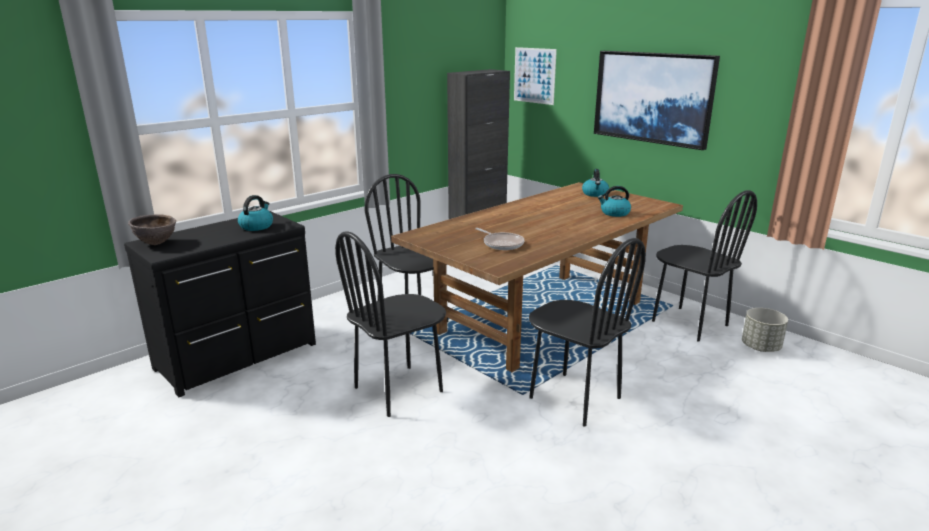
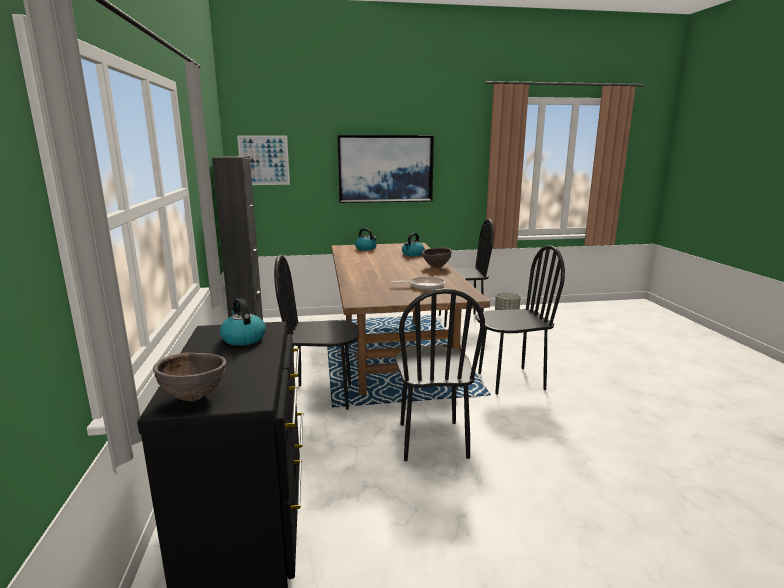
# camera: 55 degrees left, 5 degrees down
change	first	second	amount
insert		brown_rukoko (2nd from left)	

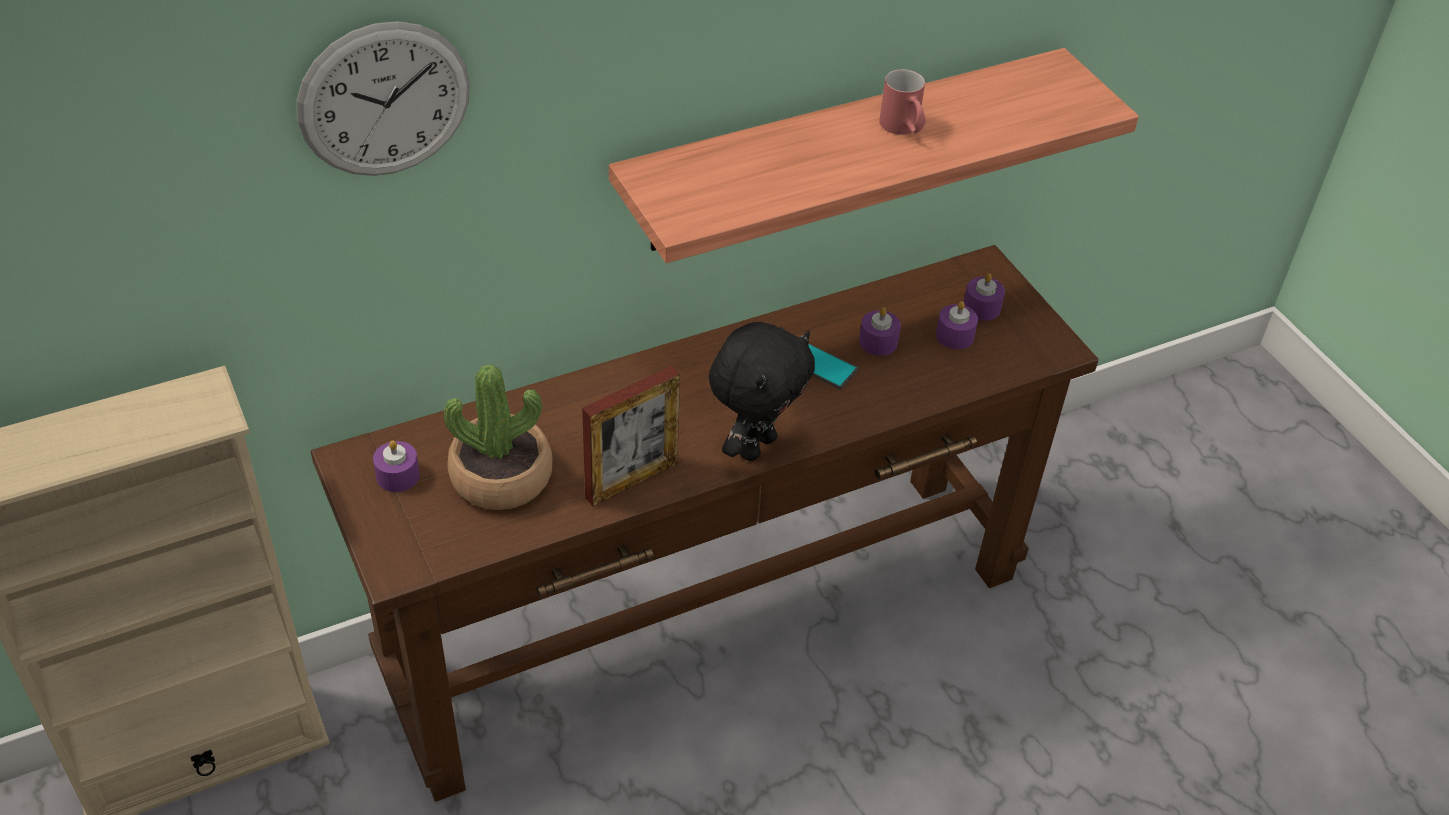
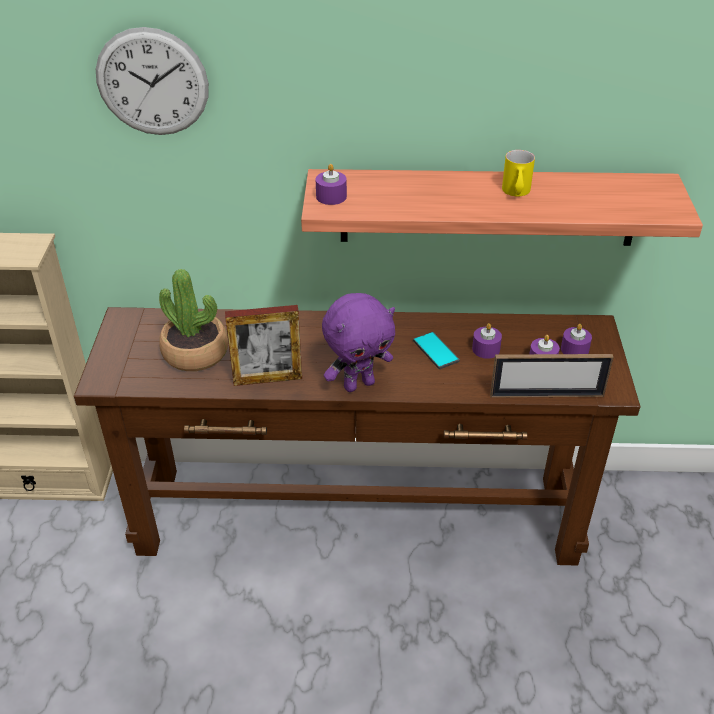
# camera: 30 degrees right, 5 degrees down
change	first	second	amount
recolor	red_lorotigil	yellow_lorotigil	
recolor	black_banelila	purple_banelila	
move	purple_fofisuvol (1st from left)		
insert		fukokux (2nd from left)	

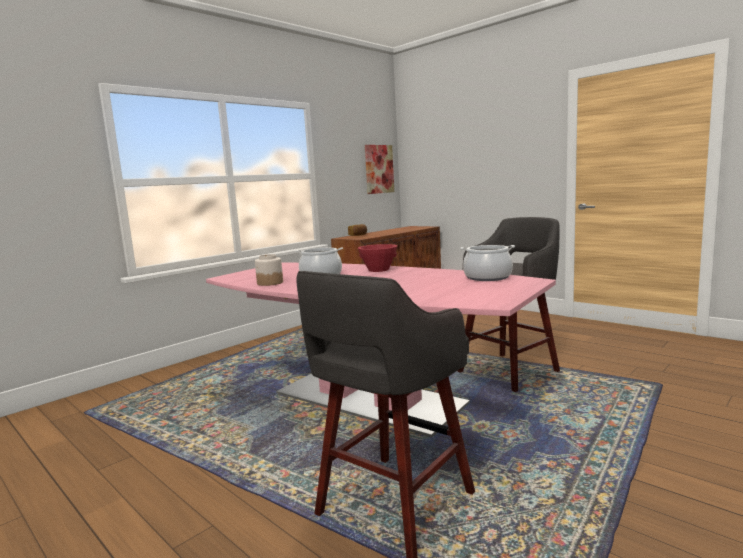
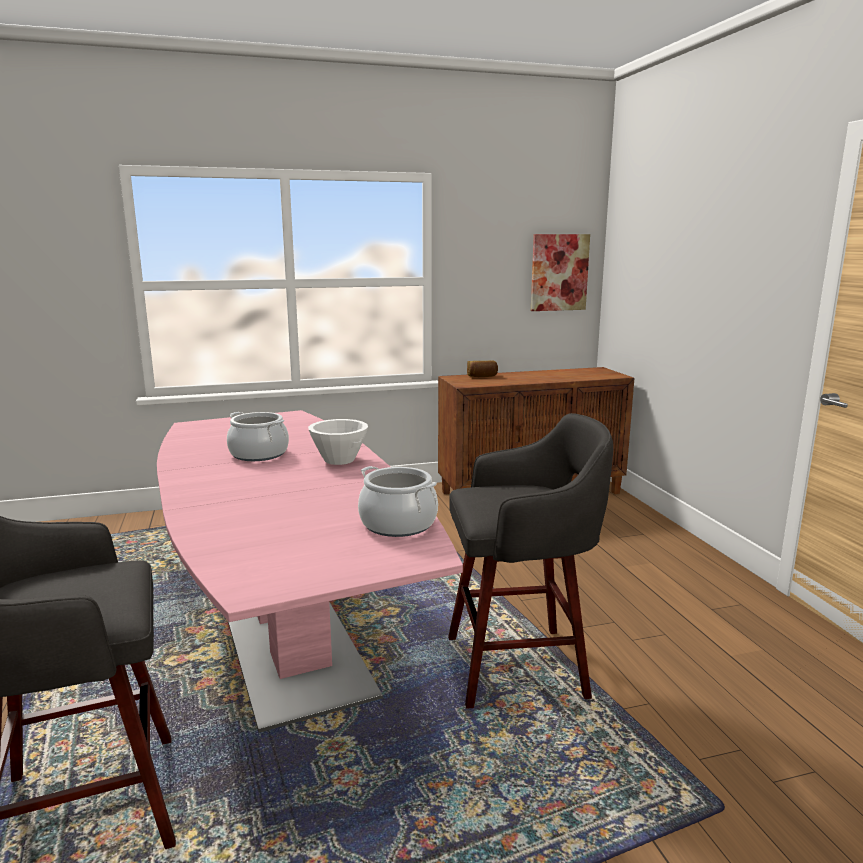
# camera: 30 degrees right, 5 degrees up
change	first	second	amount
recolor	red_rukoko	white_rukoko	
delete	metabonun		

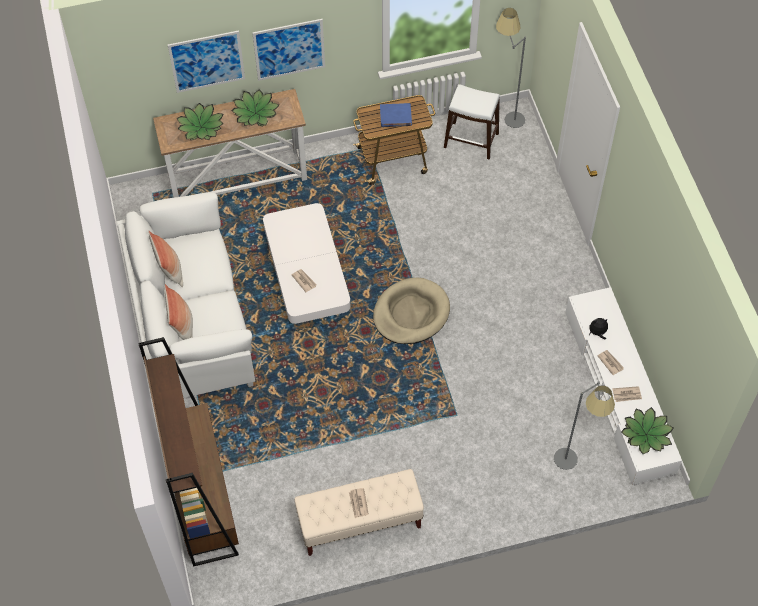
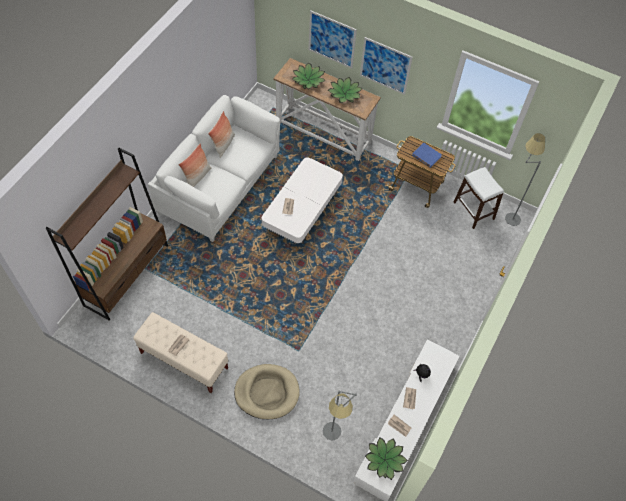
# camera: 40 degrees right, 0 degrees up
change	first	second	amount
move	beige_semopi		

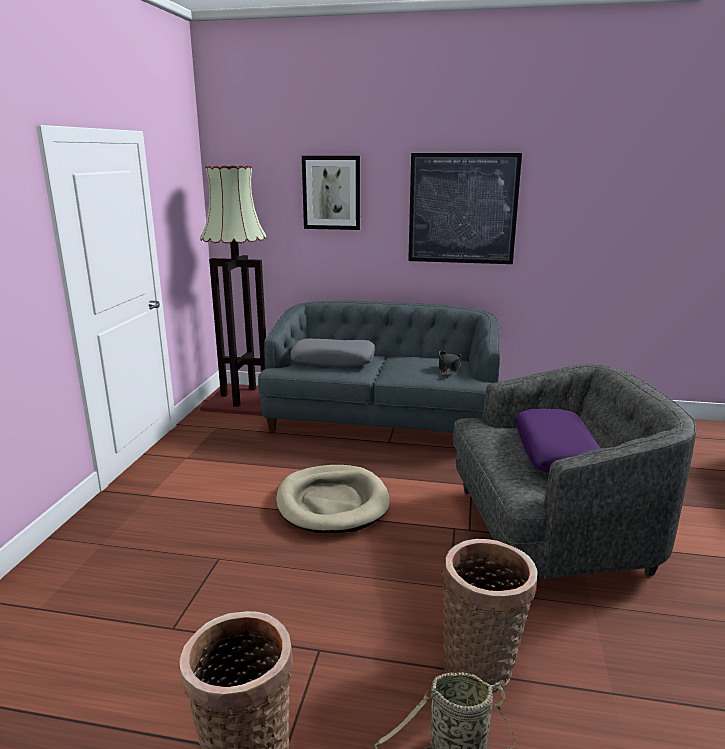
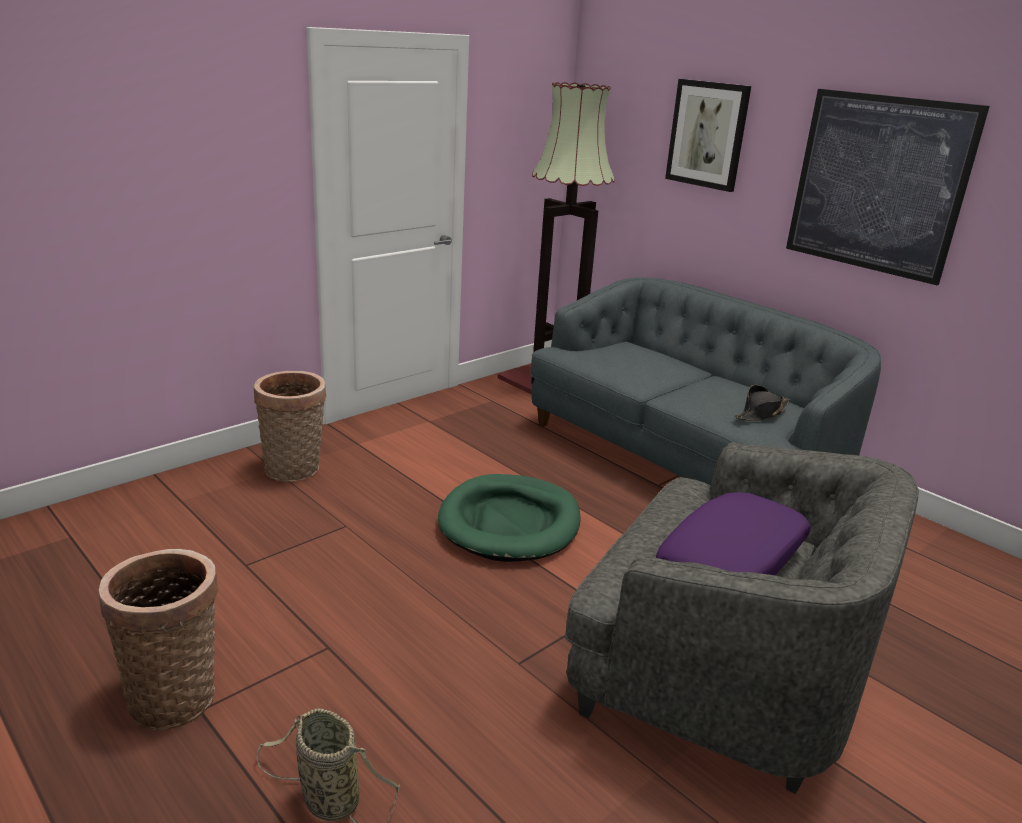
# camera: 35 degrees right, 5 degrees up
change	first	second	amount
delete	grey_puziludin		
recolor	beige_semopi	green_semopi	
move	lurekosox (3rd from left in the first image)	lurekosox (2nd from left)	

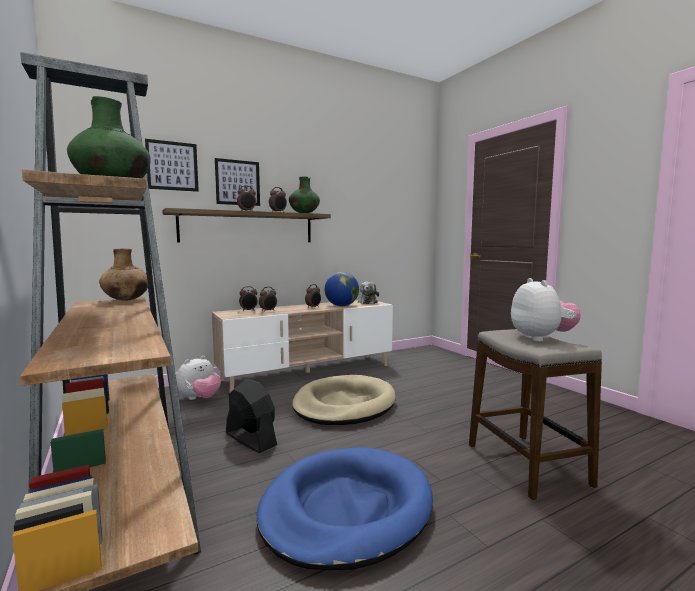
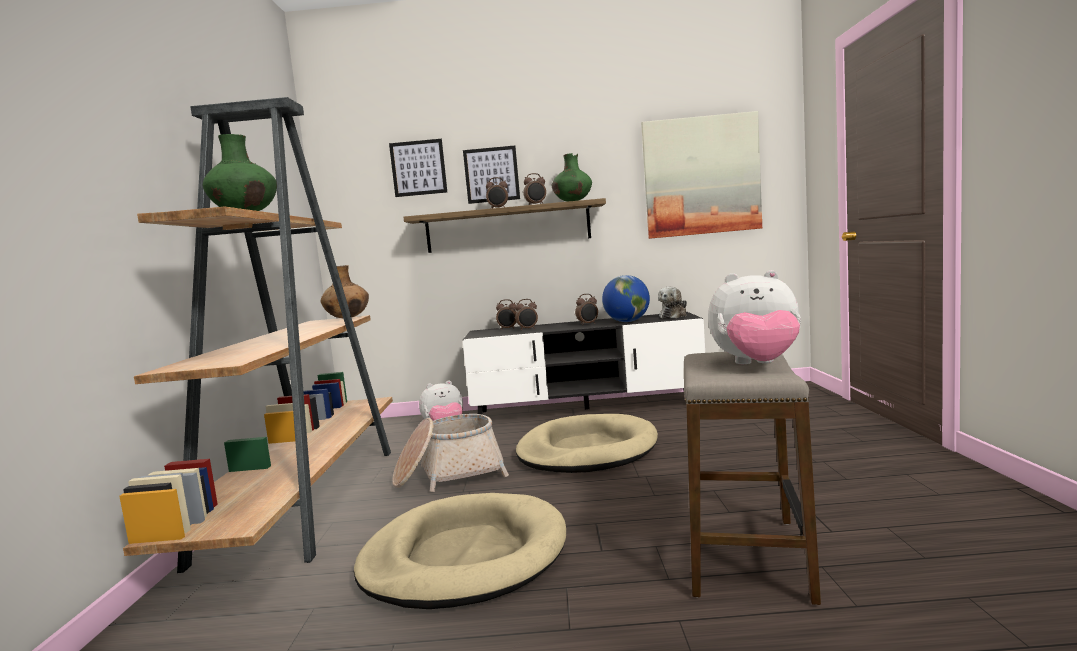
# camera: 30 degrees right, 0 degrees up
change	first	second	amount
rotate	banelila (3rd from left)		75 degrees clockwise
recolor	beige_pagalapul	black_pagalapul	
replace	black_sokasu	lurekosox	
recolor	blue_semopi	beige_semopi (1st from left)	
insert		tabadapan (3rd from left)	

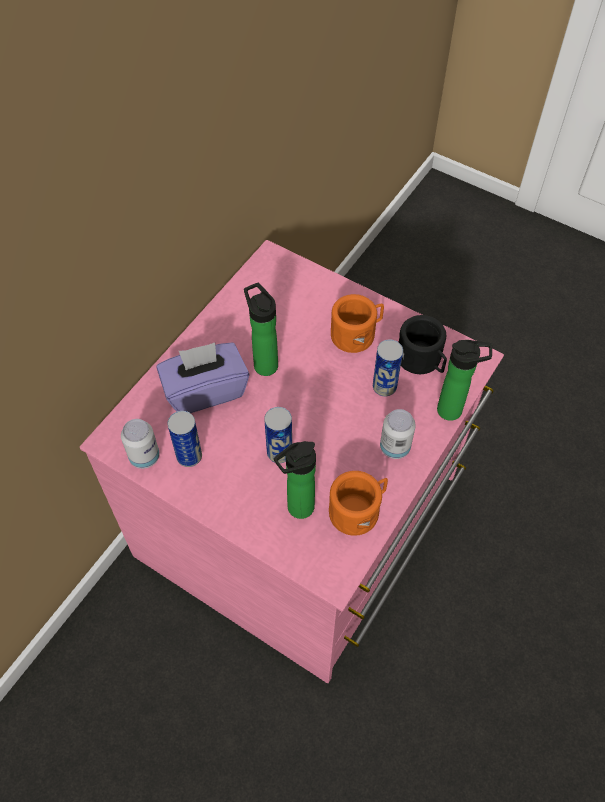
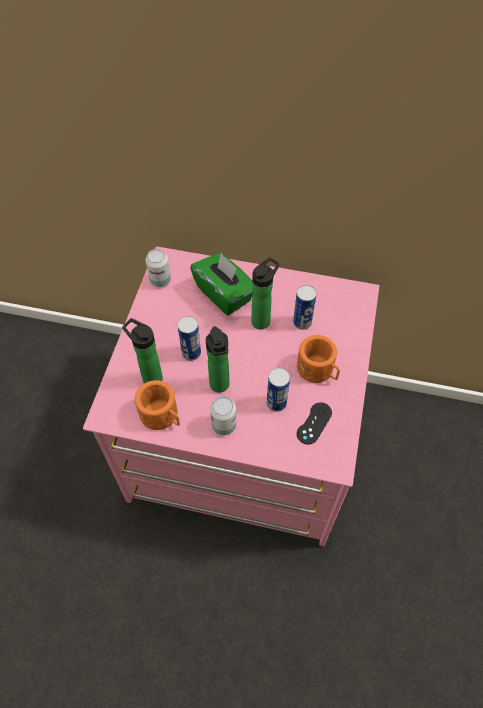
# camera: 70 degrees right, 0 degrees up
change	first	second	amount
replace	black_lorotigil	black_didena	
move	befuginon (3rd from left in the first image)	befuginon (2nd from left)	
recolor	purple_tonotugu	green_tonotugu	
move	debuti (2nd from left in the first image)	debuti (5th from left)	

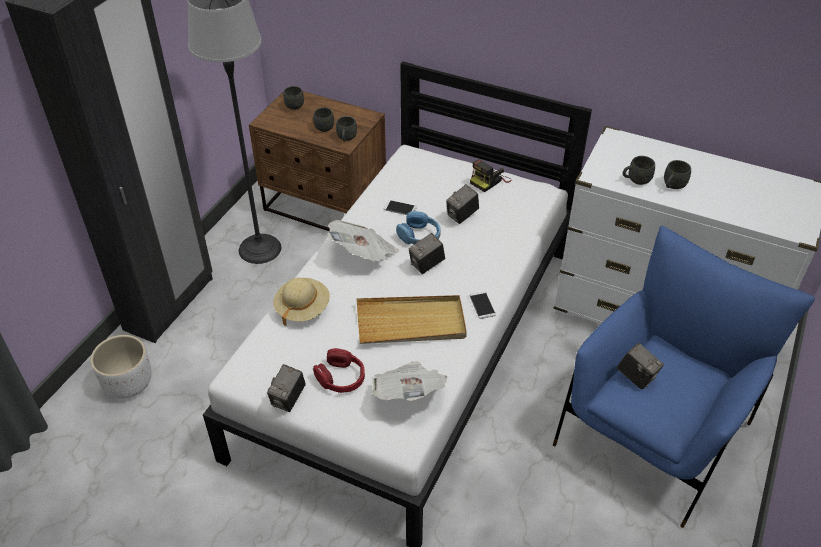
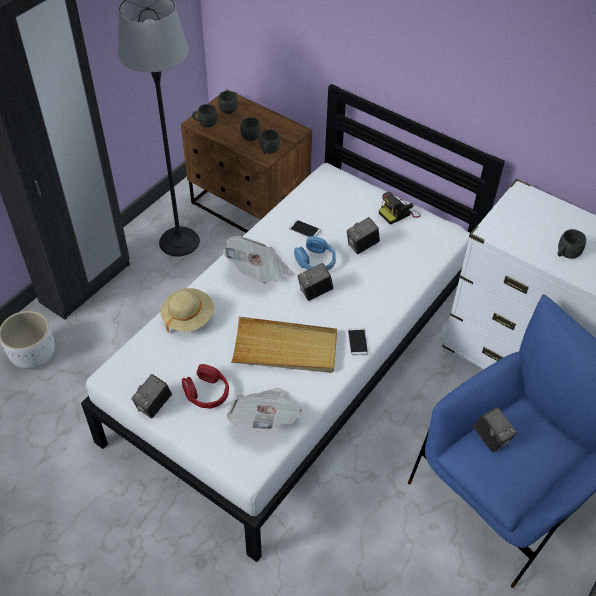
# camera: 10 degrees right, 5 degrees up
change	first	second	amount
move	grey_lorotigil (4th from left in the first image)	grey_lorotigil (1st from left)	

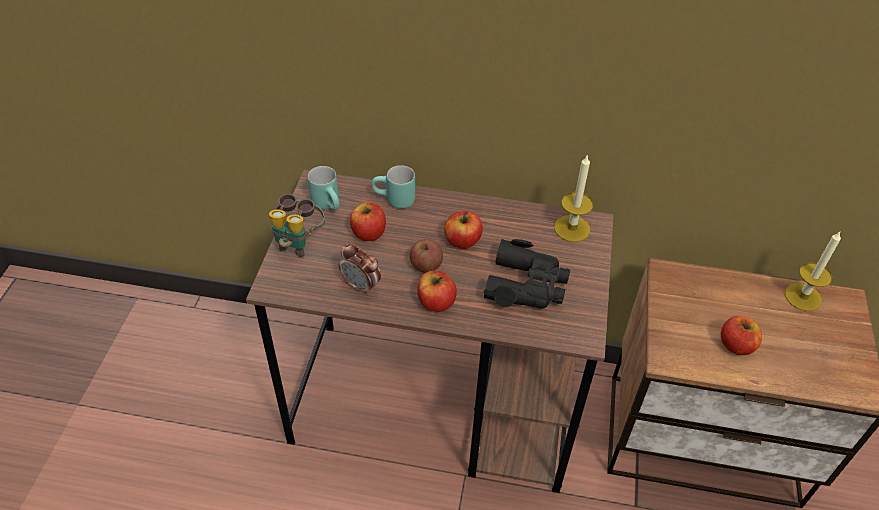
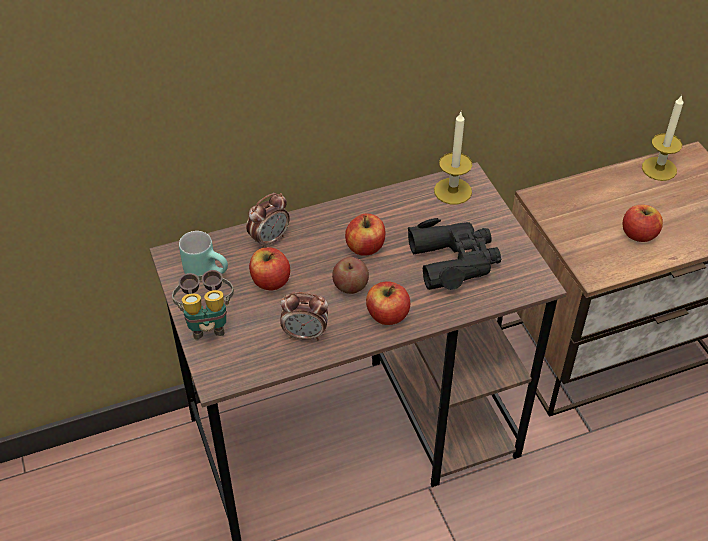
# camera: 30 degrees left, 0 degrees up
change	first	second	amount
replace	turquoise_lorotigil (2nd from left)	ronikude (1st from left)	

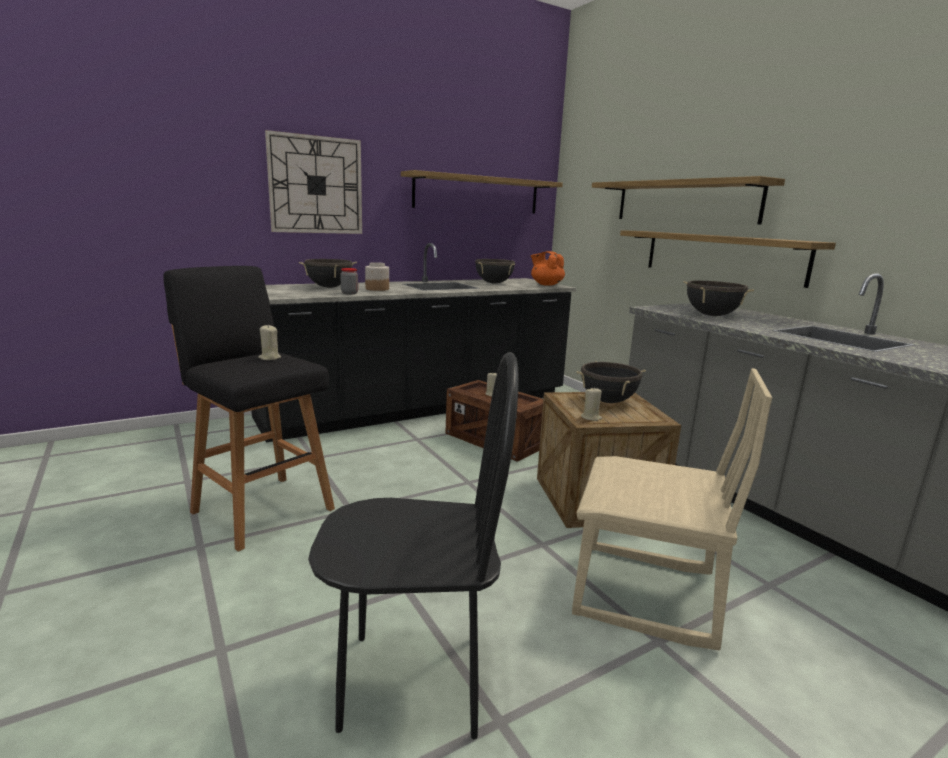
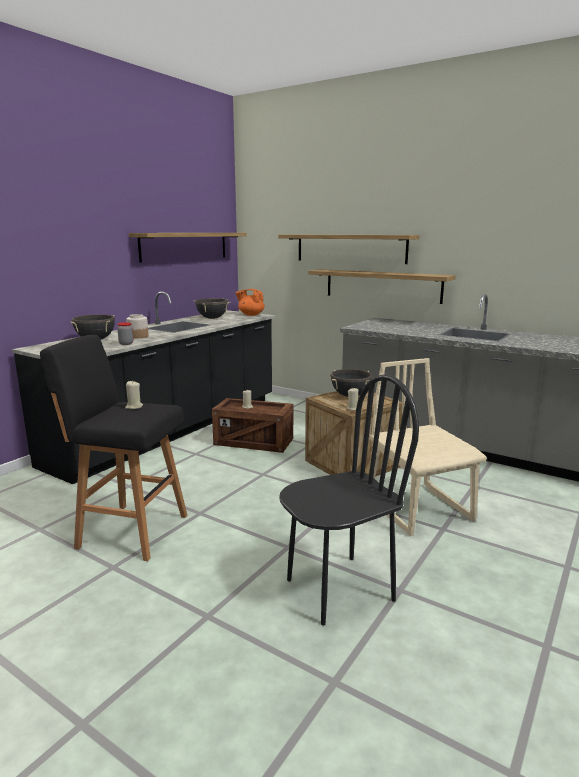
# camera: 25 degrees left, 0 degrees up
change	first	second	amount
delete	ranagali		
delete	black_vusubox (4th from left)		
rotate	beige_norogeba		105 degrees counterclockwise

